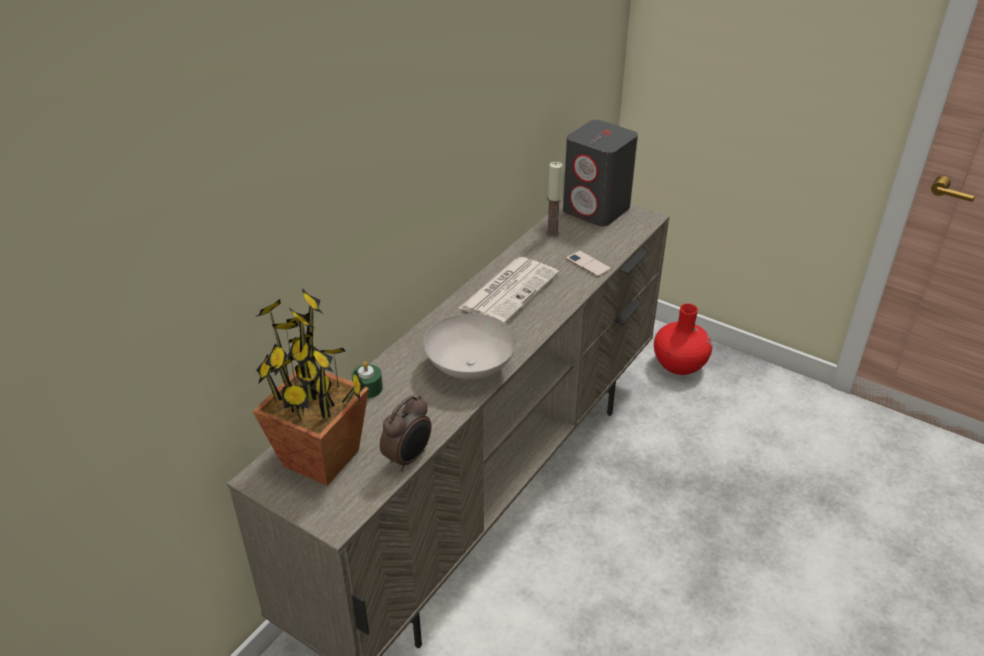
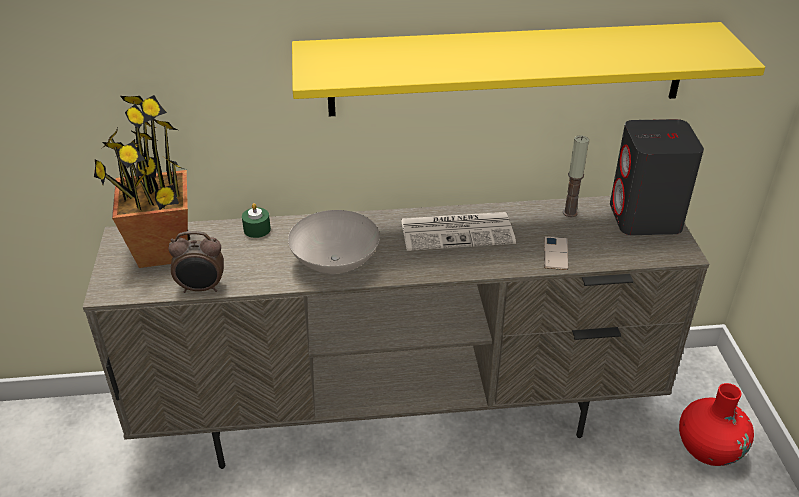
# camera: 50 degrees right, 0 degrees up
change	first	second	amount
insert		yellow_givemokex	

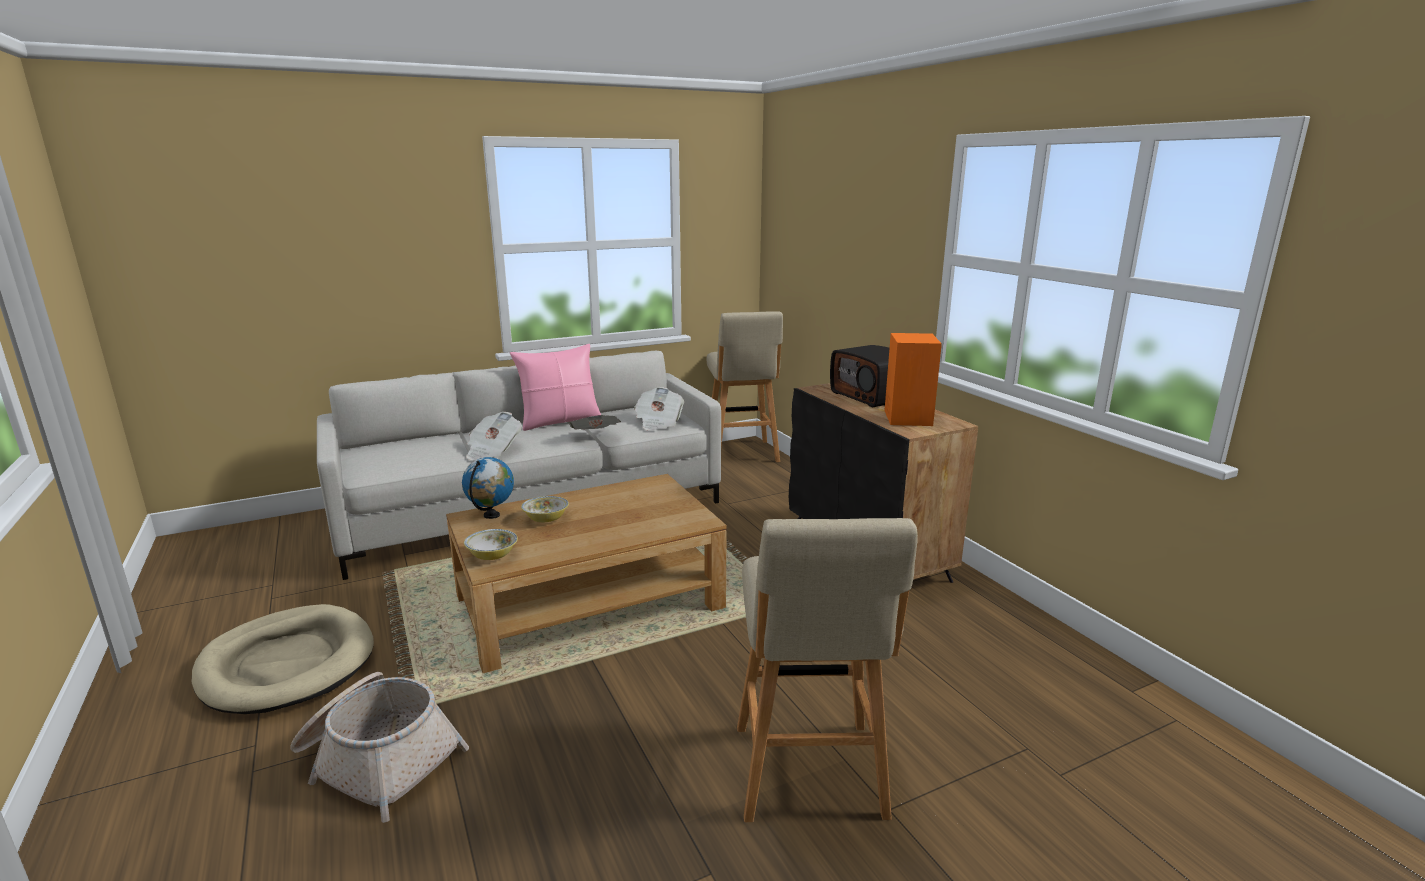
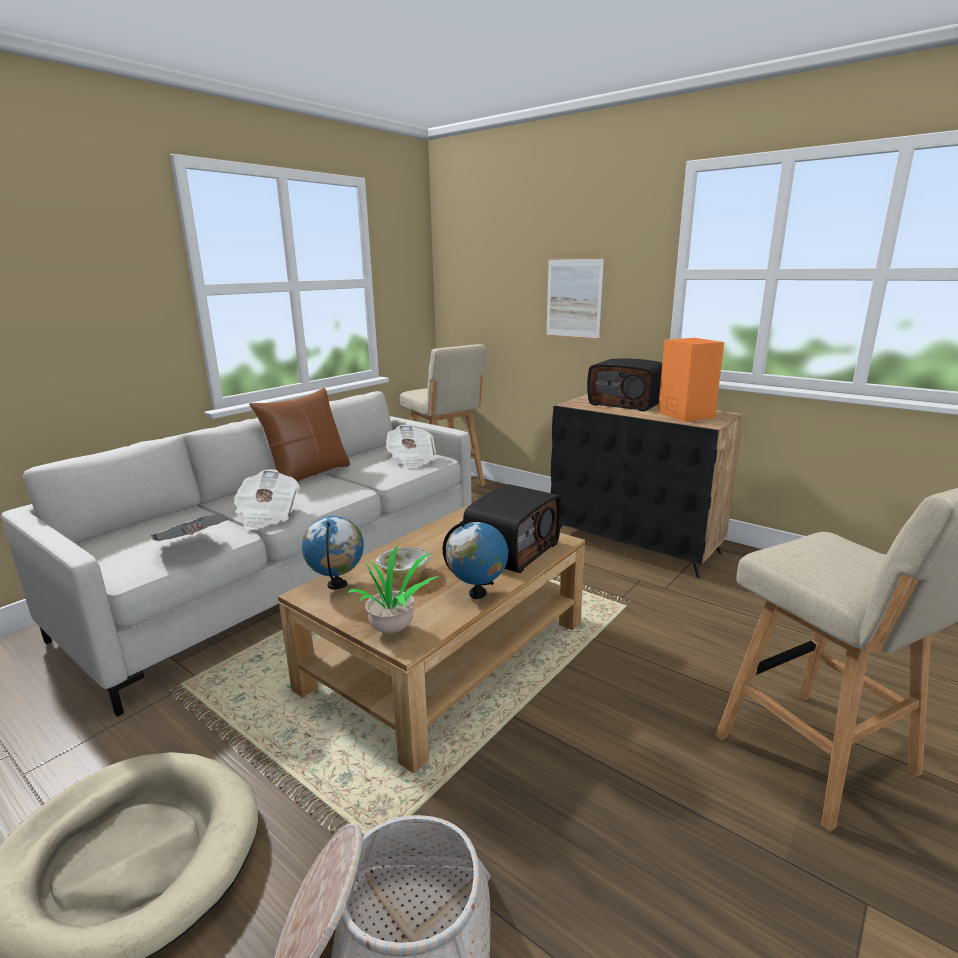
# camera: 25 degrees left, 0 degrees up
change	first	second	amount
recolor	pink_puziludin	brown_puziludin	
move	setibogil (2nd from left in the first image)	setibogil (1st from left)	
replace	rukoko (1st from left)	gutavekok	
insert		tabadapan	
insert		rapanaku (1st from left)	
insert		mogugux (2nd from left)	

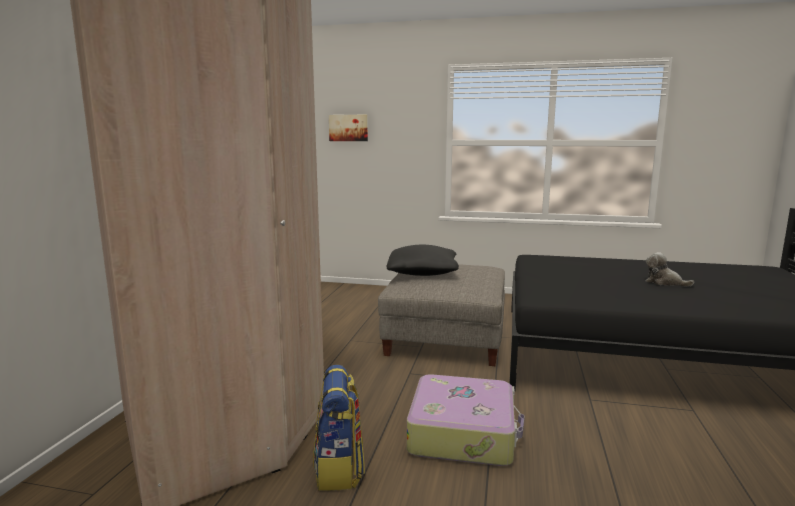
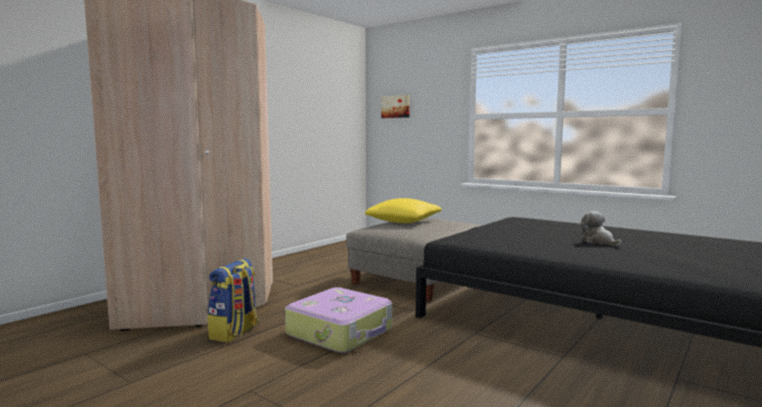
# camera: 25 degrees right, 5 degrees down
change	first	second	amount
recolor	black_puziludin	yellow_puziludin	

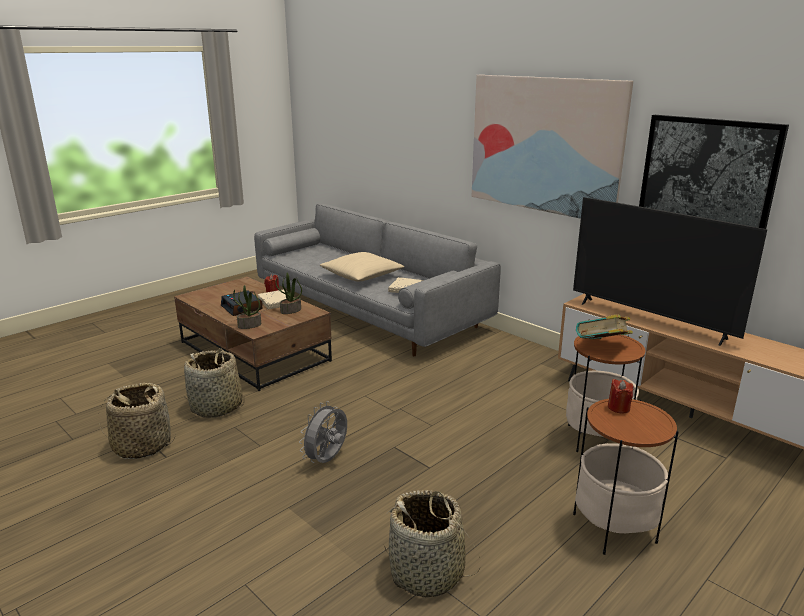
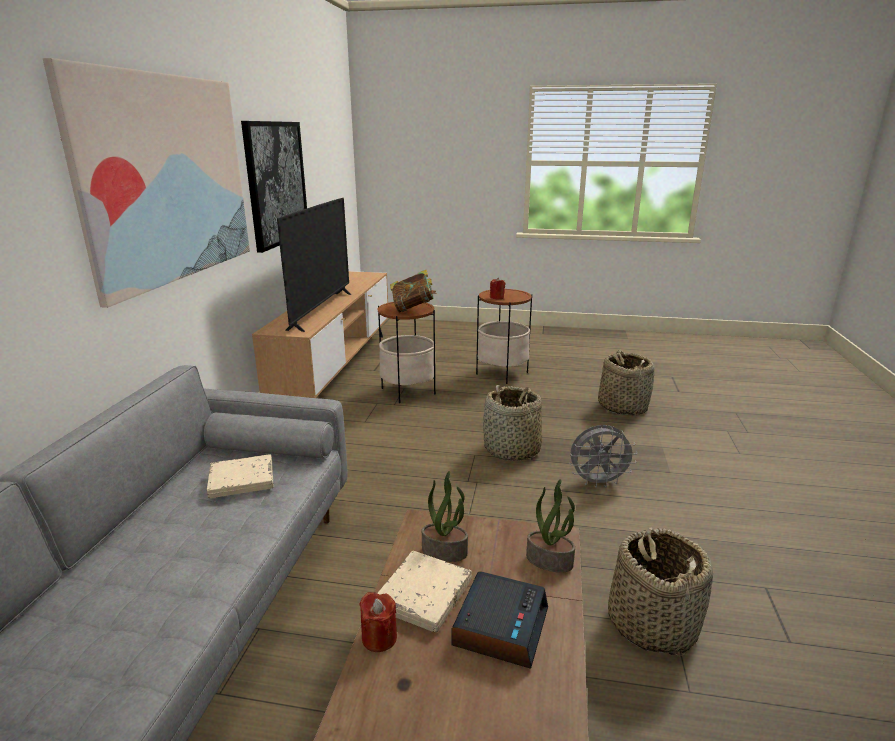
# camera: 125 degrees left, 0 degrees up
change	first	second	amount
delete	beige_puziludin		
move	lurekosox (1st from left)		

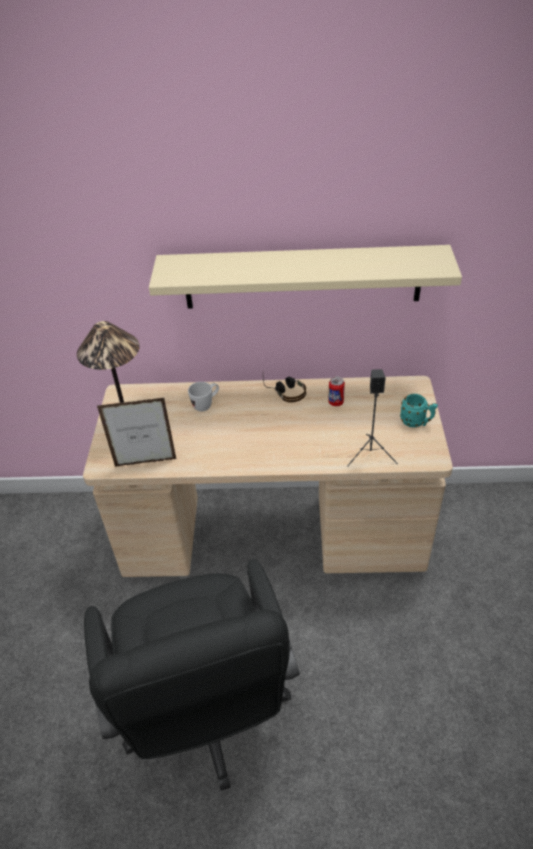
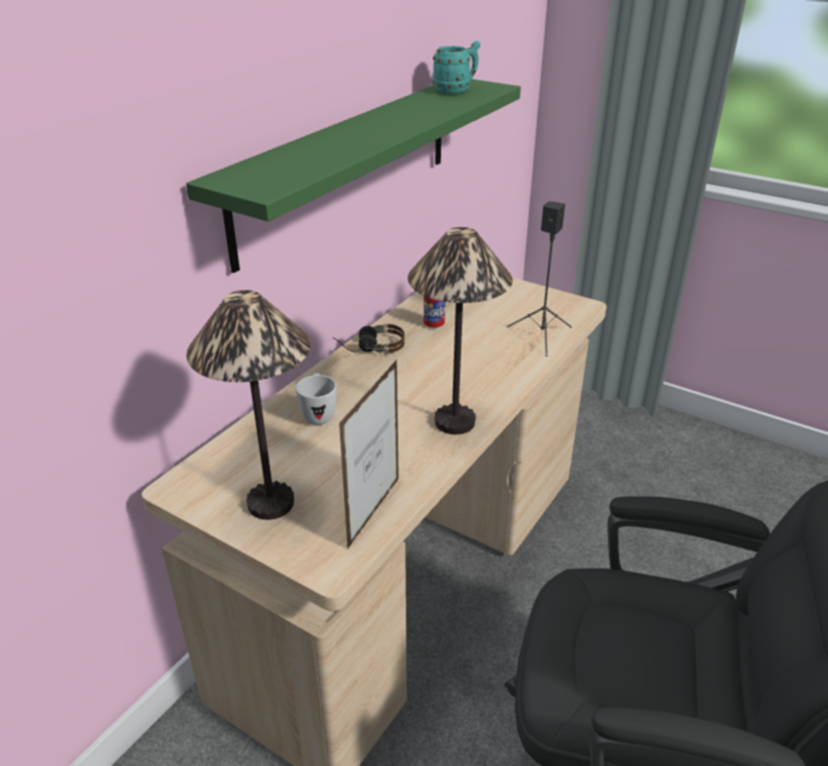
# camera: 60 degrees left, 10 degrees down
change	first	second	amount
recolor	beige_givemokex	green_givemokex	
move	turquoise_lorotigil		
insert		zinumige (2nd from left)	

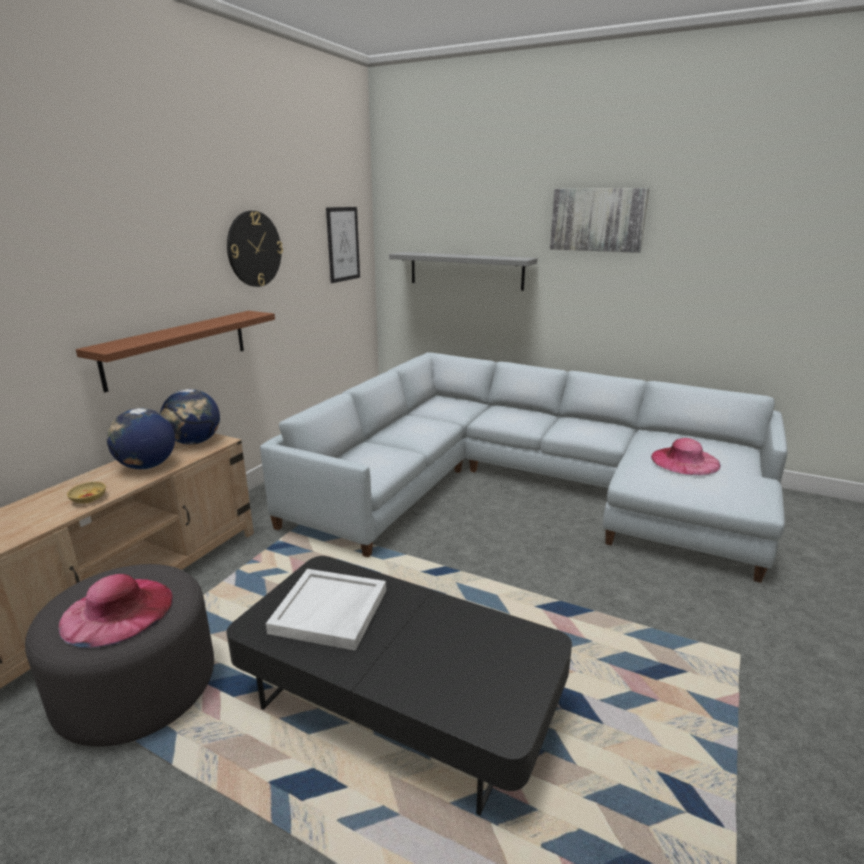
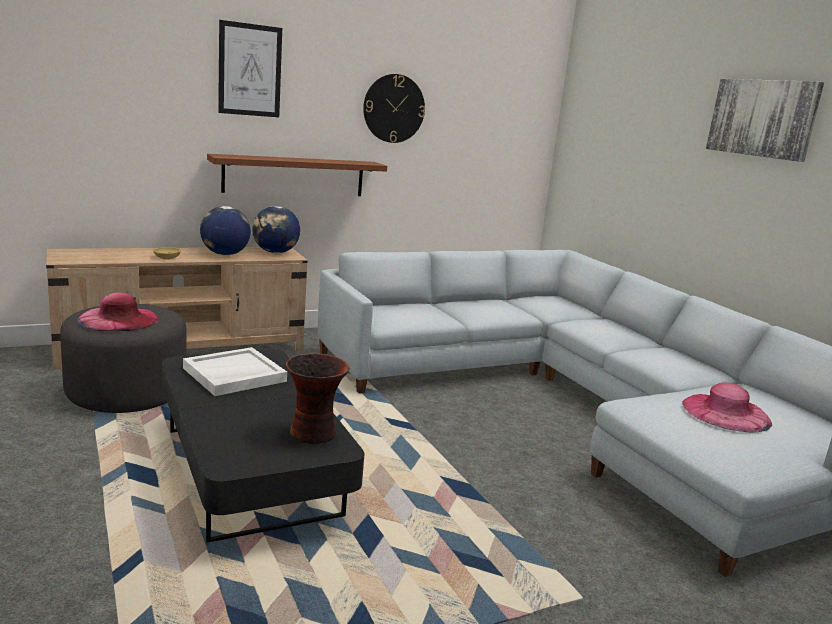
# camera: 35 degrees right, 5 degrees down
change	first	second	amount
move	tabadapan (1st from left)		
delete	grey_givemokex		
insert		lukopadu	

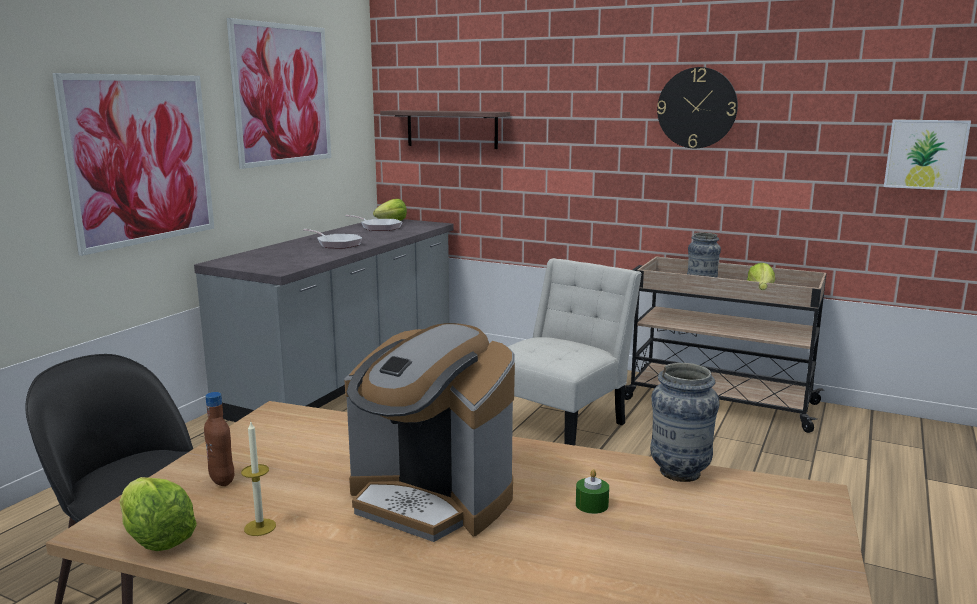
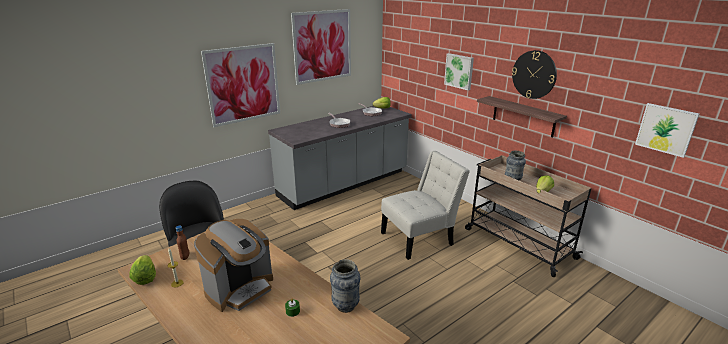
# camera: 25 degrees right, 10 degrees up
change	first	second	amount
move	givemokex		
rotate	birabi		105 degrees counterclockwise
insert		tabadapan (3rd from left)	

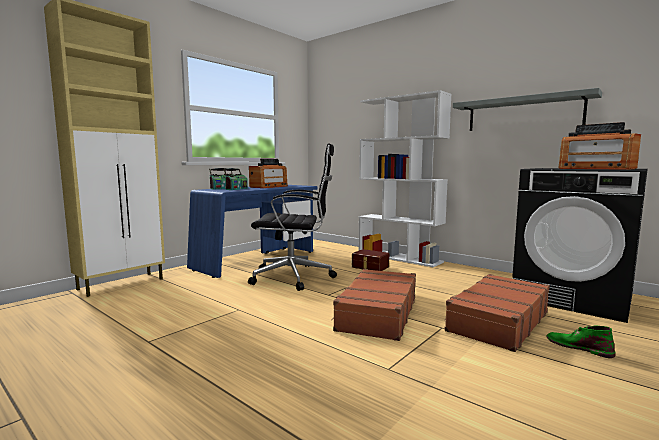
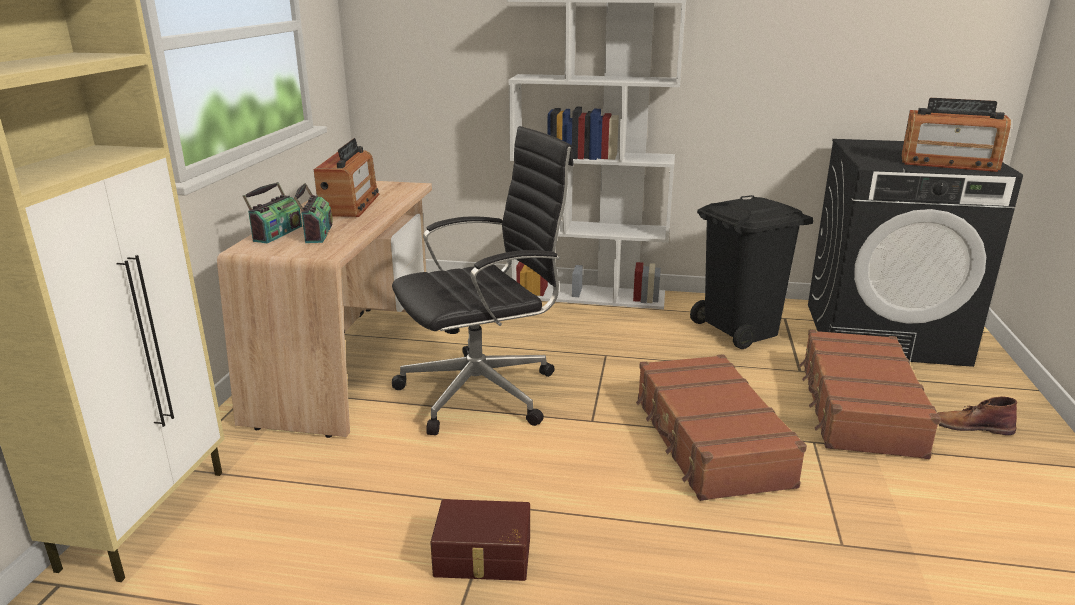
# camera: 30 degrees left, 15 degrees up
change	first	second	amount
delete	grey_givemokex		
recolor	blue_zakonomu	beige_zakonomu	
move	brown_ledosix		
recolor	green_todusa	brown_todusa	
insert		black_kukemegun	

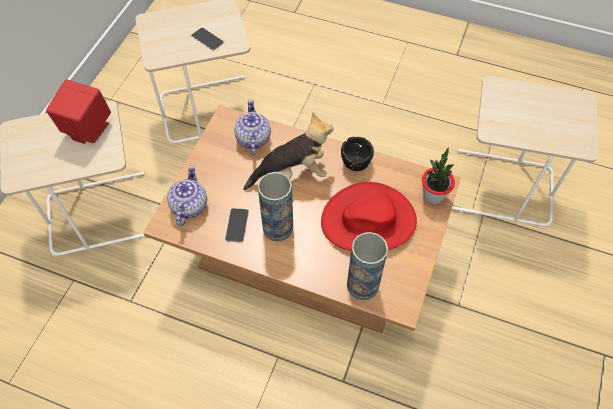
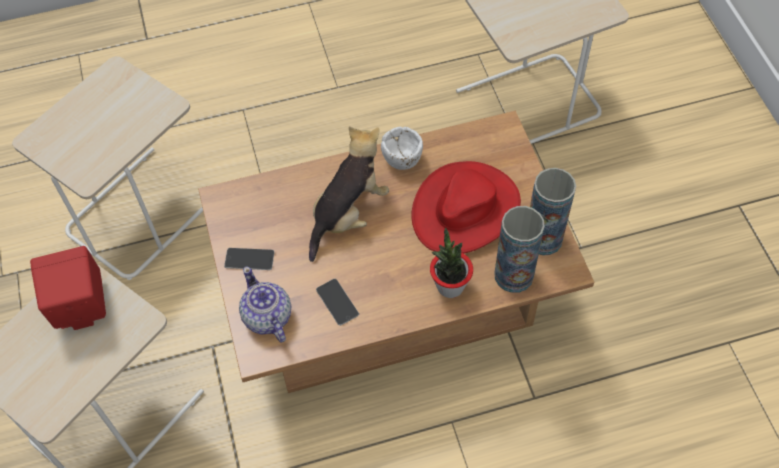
# camera: 35 degrees left, 0 degrees up
change	first	second	amount
move	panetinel (1st from left)		
delete	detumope (2nd from left)		
recolor	black_rukoko	white_rukoko	
move	gutavekok		
move	lukopadu (1st from left in the first image)	lukopadu (2nd from left)	

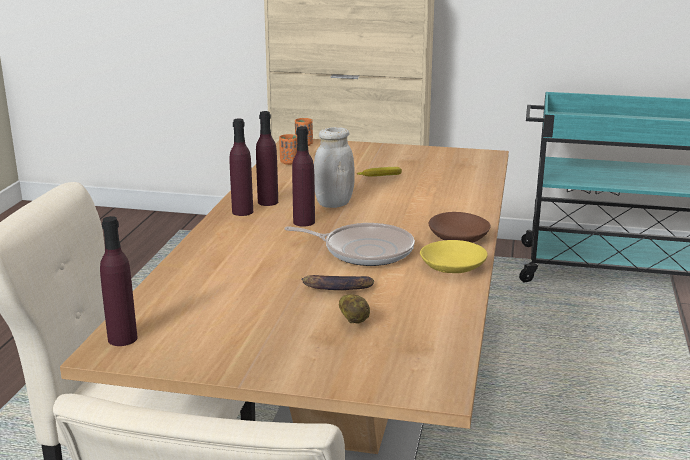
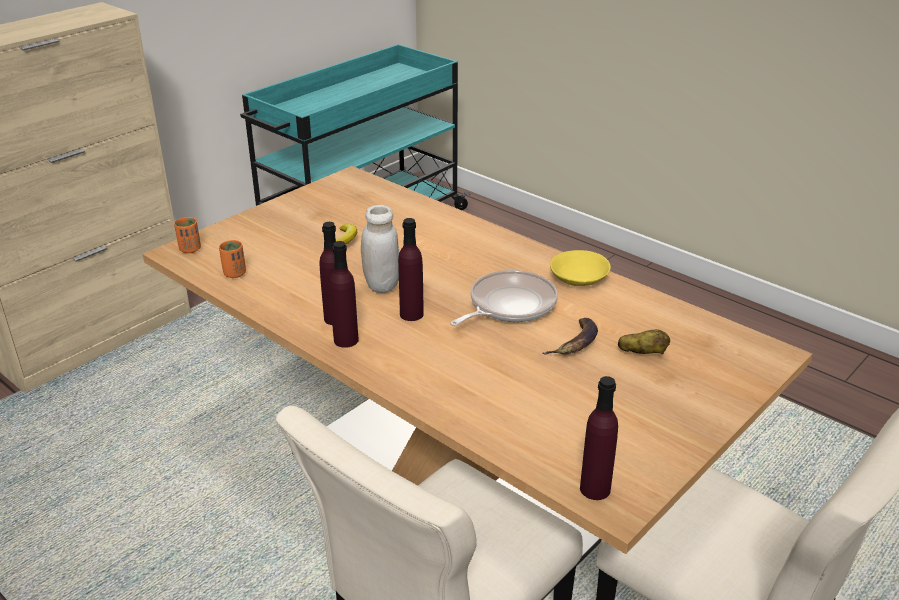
# camera: 60 degrees left, 10 degrees up
change	first	second	amount
delete	brown_rukoko		

